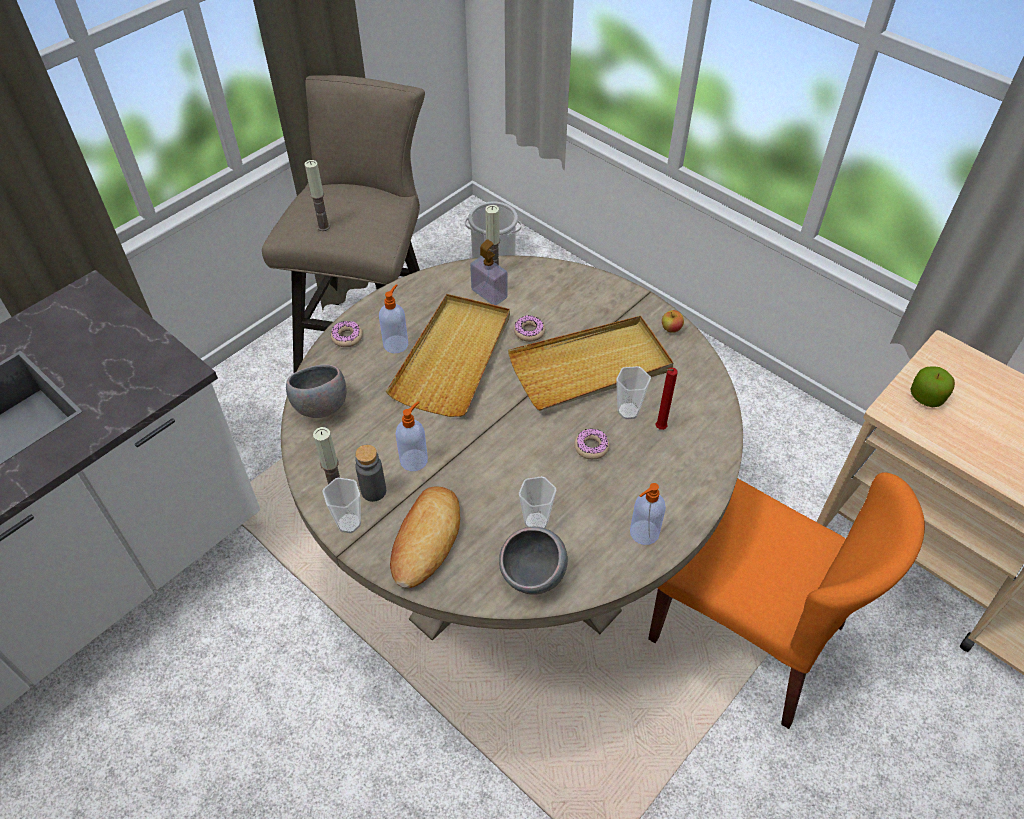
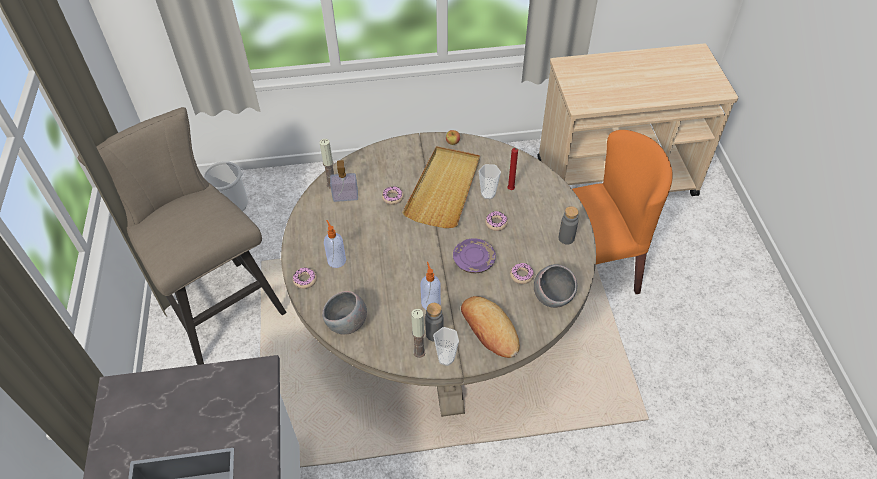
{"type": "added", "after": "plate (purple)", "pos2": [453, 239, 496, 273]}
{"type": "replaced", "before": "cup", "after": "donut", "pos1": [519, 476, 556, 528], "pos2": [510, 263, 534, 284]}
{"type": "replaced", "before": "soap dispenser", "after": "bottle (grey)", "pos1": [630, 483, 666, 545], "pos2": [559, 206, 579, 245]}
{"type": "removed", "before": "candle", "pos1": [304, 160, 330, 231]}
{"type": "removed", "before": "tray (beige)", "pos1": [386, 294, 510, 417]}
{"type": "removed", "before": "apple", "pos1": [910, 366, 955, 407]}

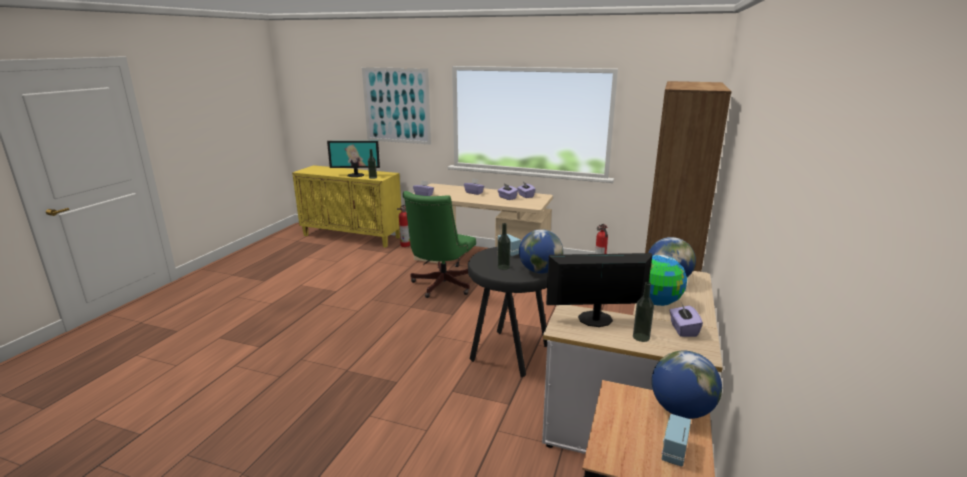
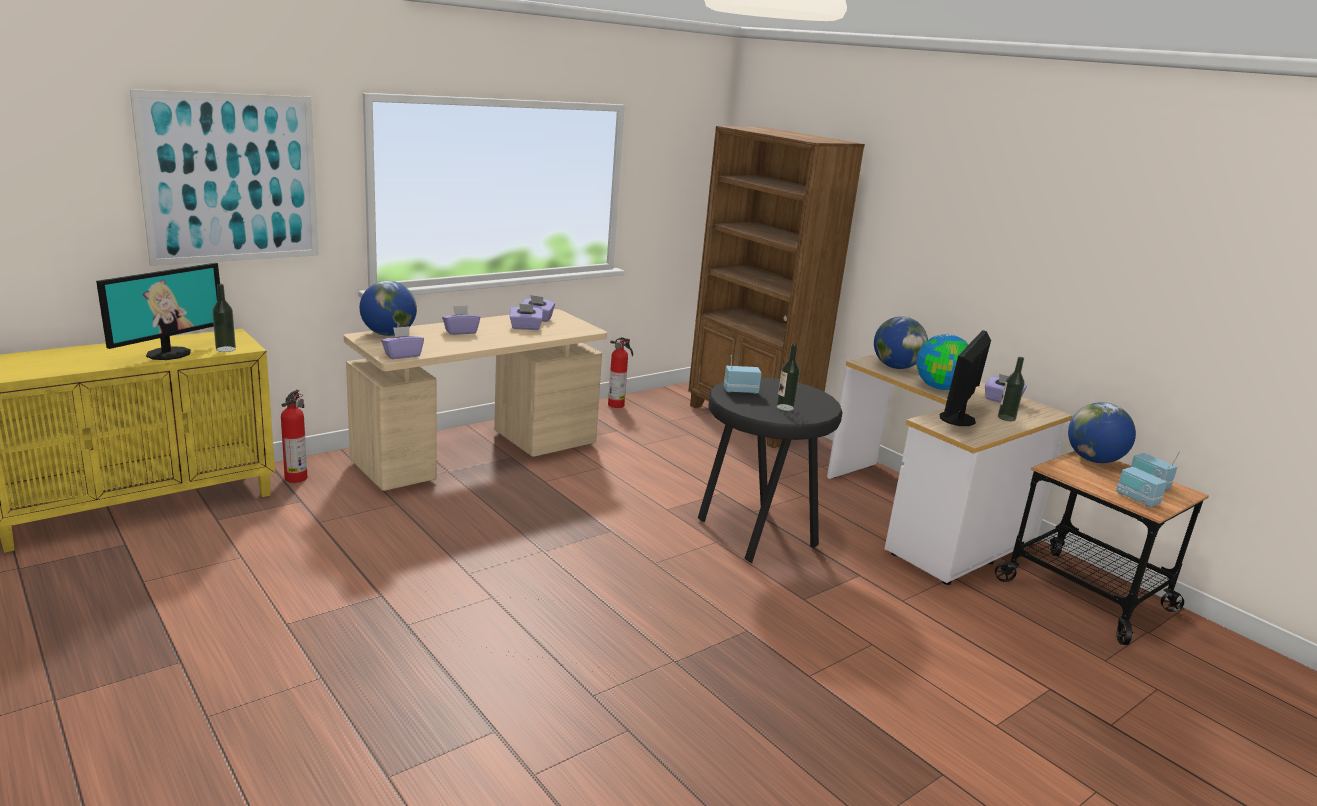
{"type": "moved", "before": "globe", "pos1": [519, 229, 563, 274], "pos2": [360, 281, 417, 336]}
{"type": "added", "after": "radio", "pos2": [1116, 466, 1170, 507]}
{"type": "removed", "before": "office chair (green)", "pos1": [403, 191, 476, 298]}

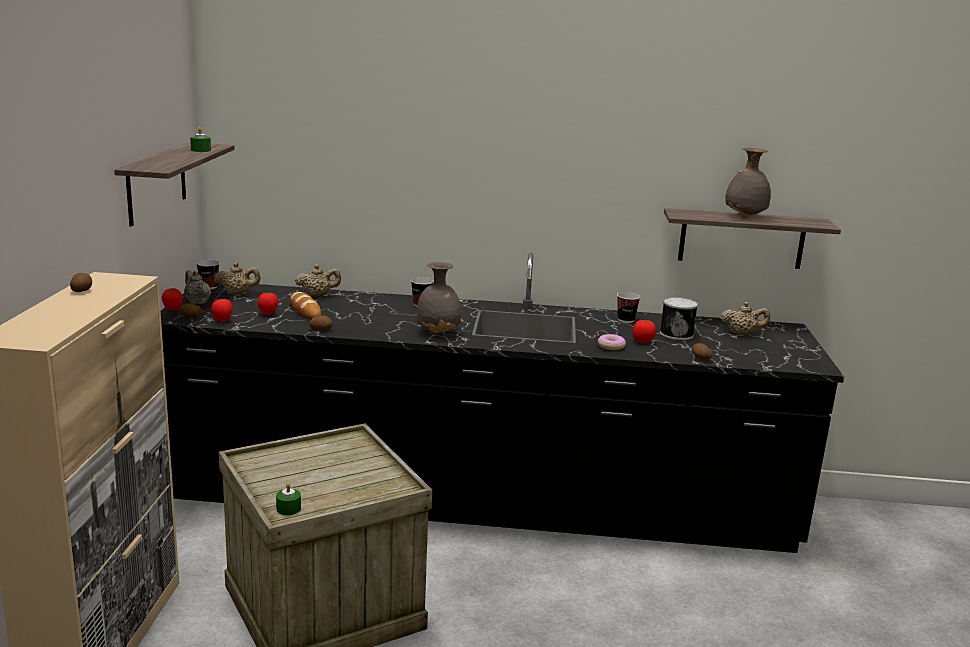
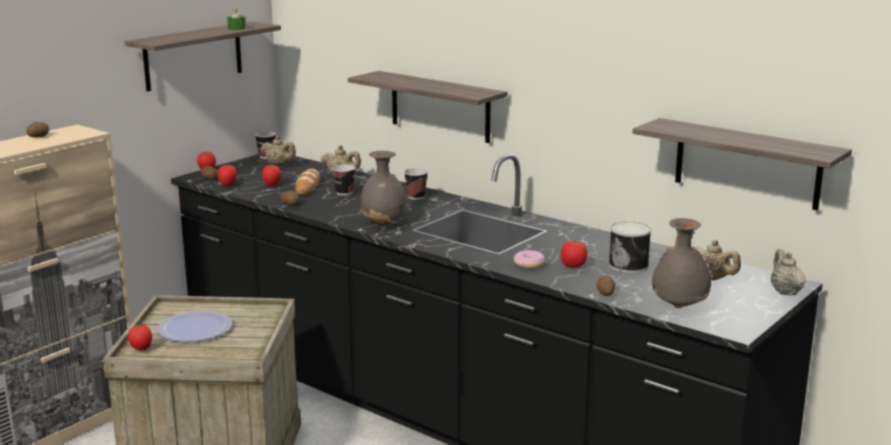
{"type": "replaced", "before": "candle (green)", "after": "tomato", "pos1": [276, 483, 301, 515], "pos2": [128, 325, 152, 351]}
{"type": "added", "after": "plate", "pos2": [157, 311, 232, 342]}
{"type": "moved", "before": "cup", "pos1": [617, 292, 641, 323], "pos2": [332, 165, 356, 196]}
{"type": "added", "after": "shelf", "pos2": [348, 71, 507, 143]}
{"type": "moved", "before": "vase (grey)", "pos1": [726, 148, 771, 218], "pos2": [652, 218, 712, 308]}
{"type": "moved", "before": "teapot (beige)", "pos1": [184, 270, 211, 304], "pos2": [771, 249, 806, 296]}

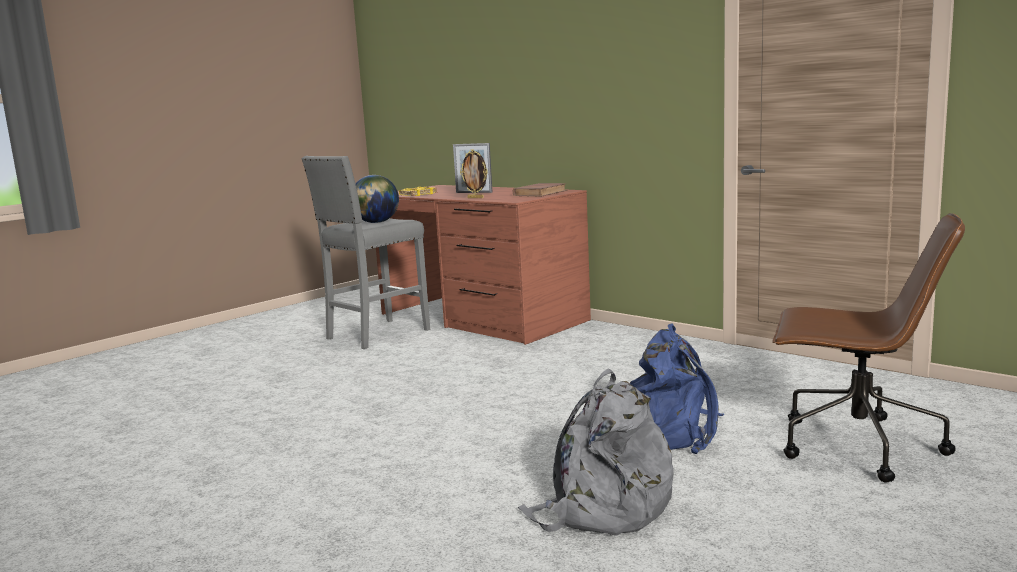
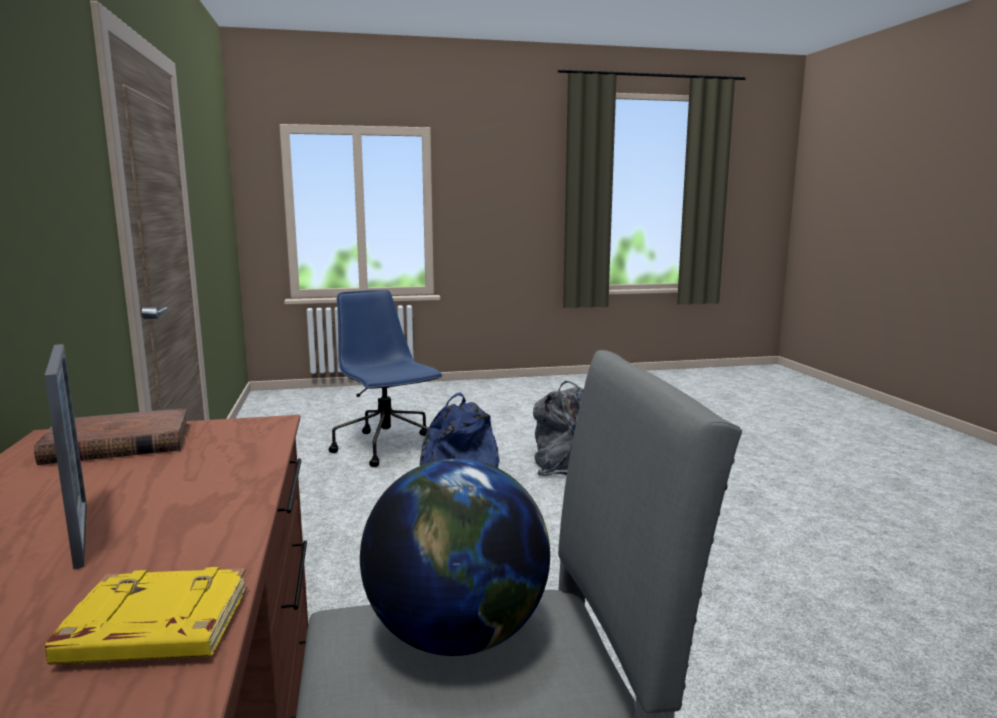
{"type": "recoloured", "before": "office chair (brown)", "after": "office chair (blue)", "pos1": [773, 213, 965, 483], "pos2": [328, 290, 443, 467]}
{"type": "removed", "before": "picture frame", "pos1": [460, 149, 488, 198]}

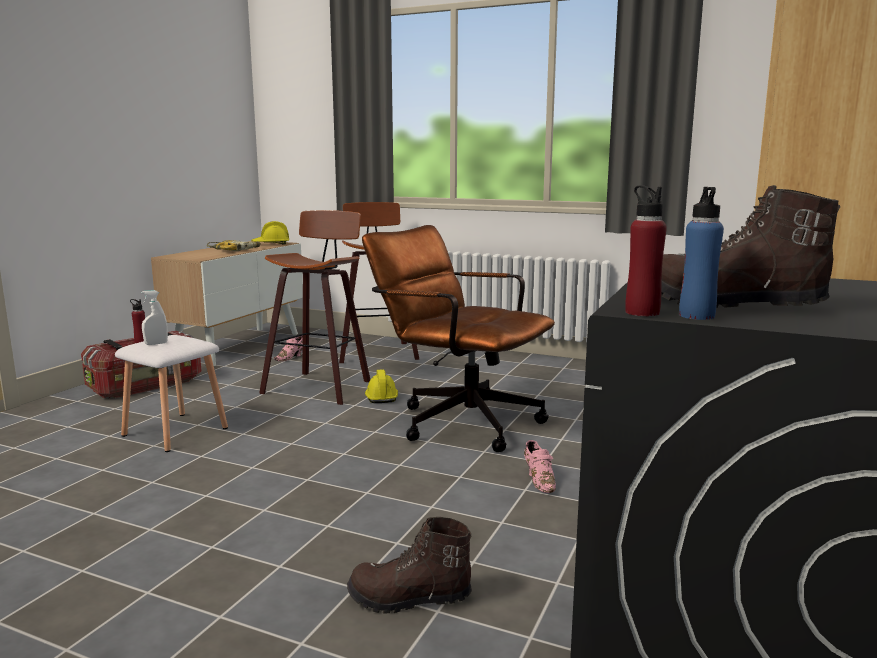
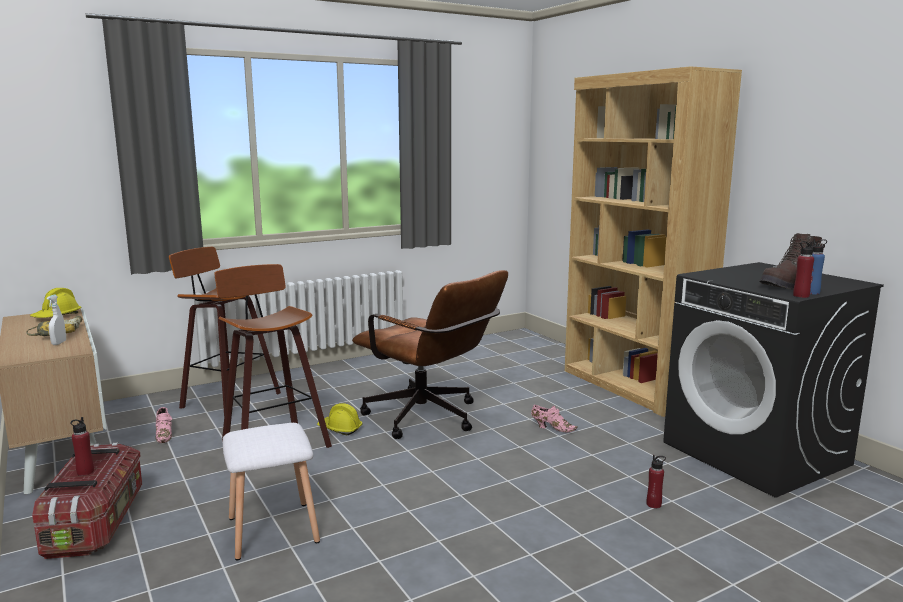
{"type": "moved", "before": "spray bottle (white)", "pos1": [141, 290, 168, 345], "pos2": [47, 295, 66, 345]}
{"type": "turned", "before": "office chair (brown)", "pos1": [362, 225, 555, 452], "pos2": [352, 270, 508, 439], "turn": -120}
{"type": "replaced", "before": "boot (brown)", "after": "bottle (red)", "pos1": [347, 517, 472, 614], "pos2": [647, 455, 666, 509]}

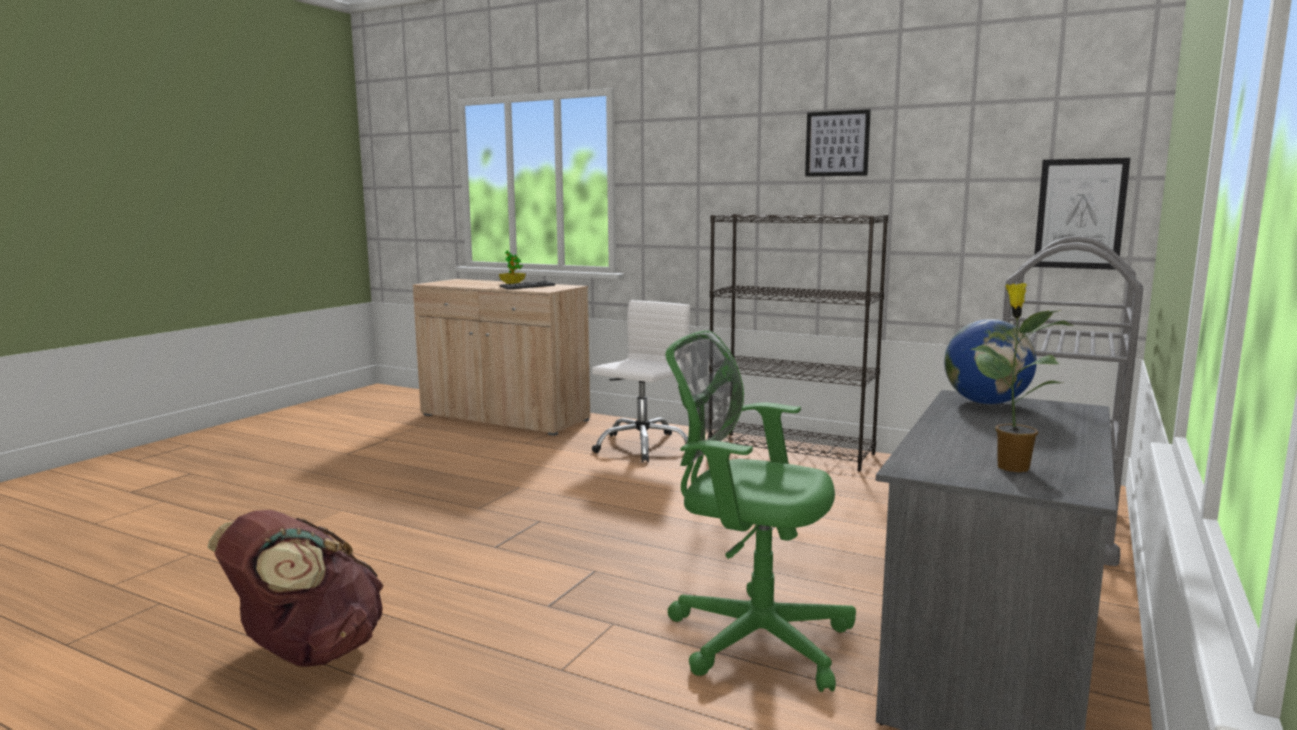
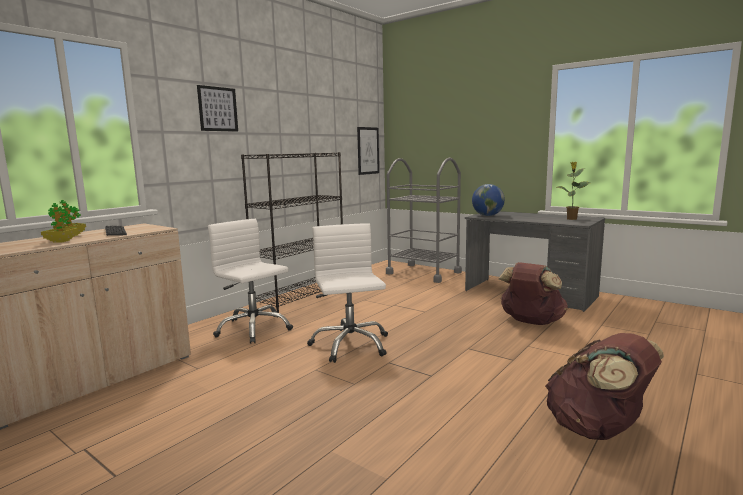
{"type": "added", "after": "potted plant", "pos2": [41, 203, 78, 243]}
{"type": "moved", "before": "picture", "pos1": [805, 109, 871, 177], "pos2": [197, 85, 238, 132]}
{"type": "added", "after": "office chair (white)", "pos2": [307, 223, 388, 363]}
{"type": "replaced", "before": "office chair (green)", "after": "backpack (brown)", "pos1": [666, 330, 856, 692], "pos2": [498, 262, 568, 325]}

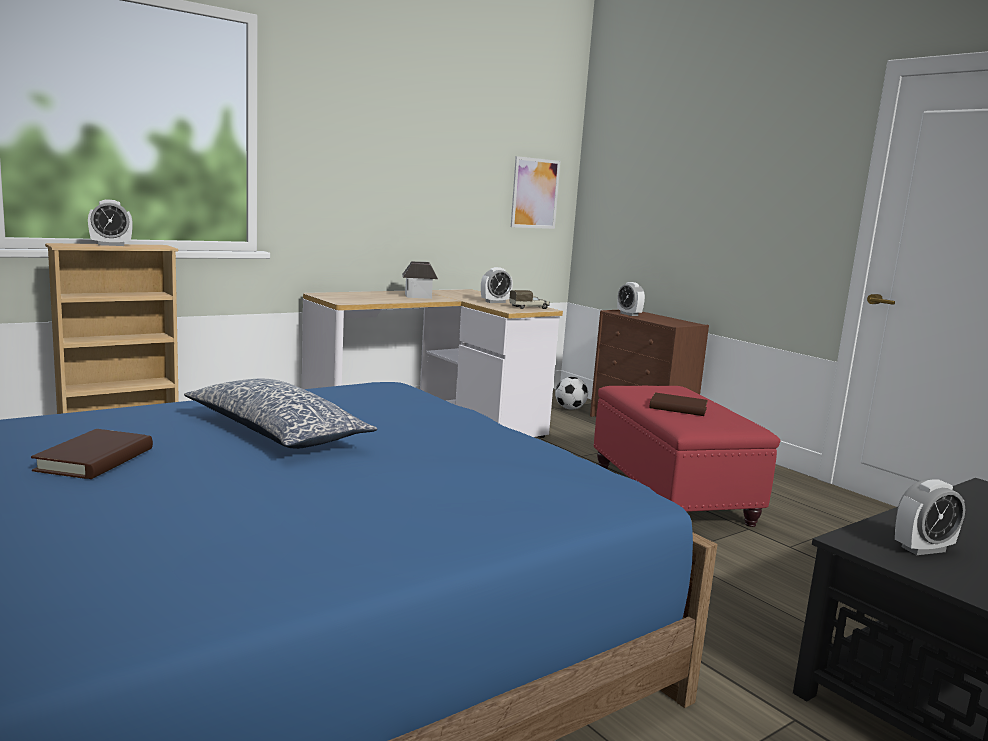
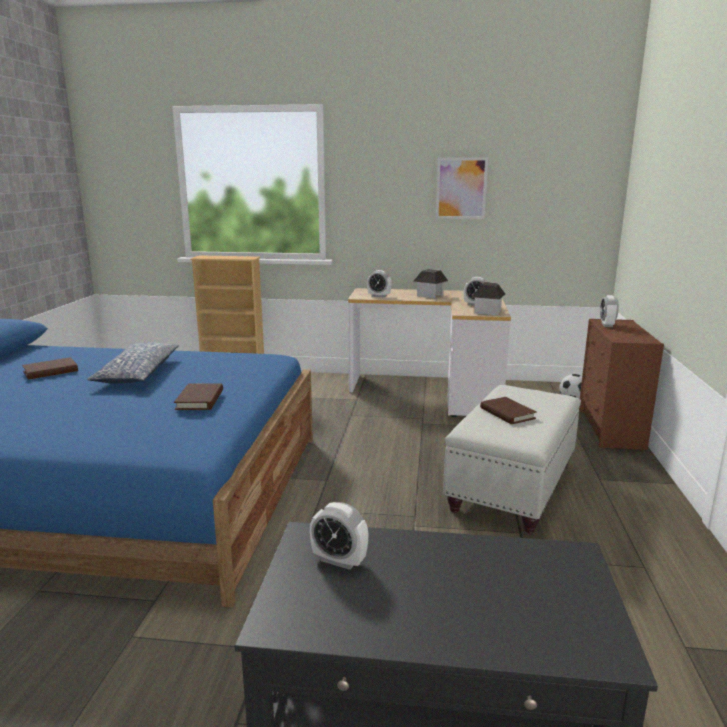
{"type": "added", "after": "book (brown)", "pos2": [174, 383, 223, 410]}
{"type": "moved", "before": "alarm clock", "pos1": [88, 200, 133, 246], "pos2": [367, 270, 392, 298]}
{"type": "moved", "before": "picture", "pos1": [511, 156, 560, 229], "pos2": [436, 157, 488, 219]}
{"type": "recoloured", "before": "ottoman (red)", "after": "ottoman (white)", "pos1": [594, 386, 781, 527], "pos2": [443, 385, 581, 533]}
{"type": "replaced", "before": "toy truck", "after": "toy house", "pos1": [509, 290, 550, 309], "pos2": [472, 282, 505, 315]}

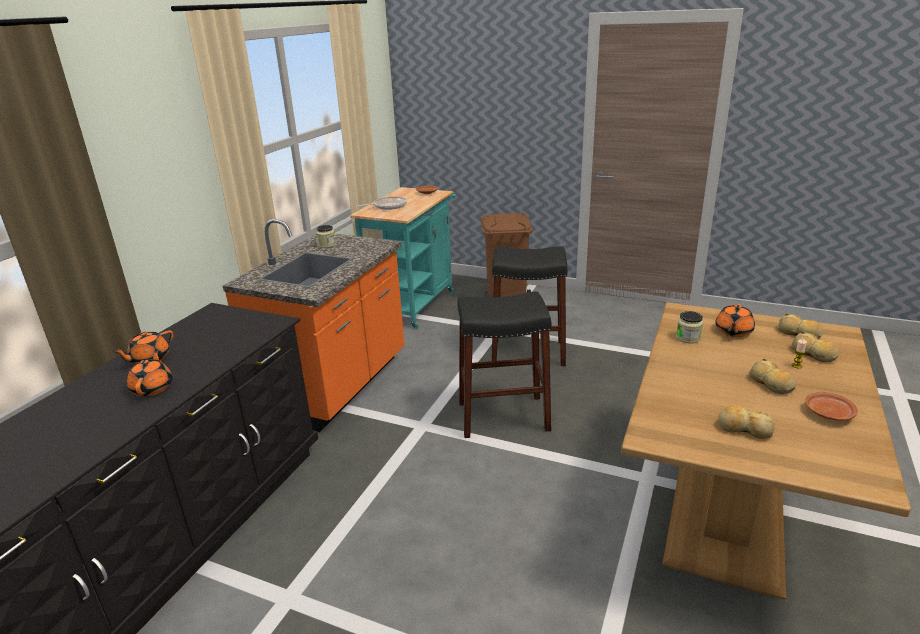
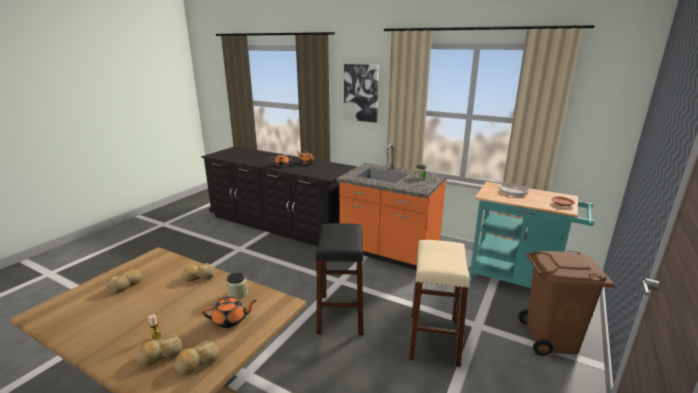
{"type": "moved", "before": "bread", "pos1": [749, 359, 796, 394], "pos2": [181, 263, 215, 282]}
{"type": "turned", "before": "teapot (orange)", "pos1": [715, 304, 755, 337], "pos2": [202, 297, 257, 329], "turn": 135}
{"type": "added", "after": "picture", "pos2": [344, 64, 379, 123]}
{"type": "recoloured", "before": "stool (black)", "after": "stool (beige)", "pos1": [492, 246, 567, 366], "pos2": [409, 240, 470, 367]}
{"type": "removed", "before": "plate (brown)", "pos1": [805, 392, 858, 421]}

